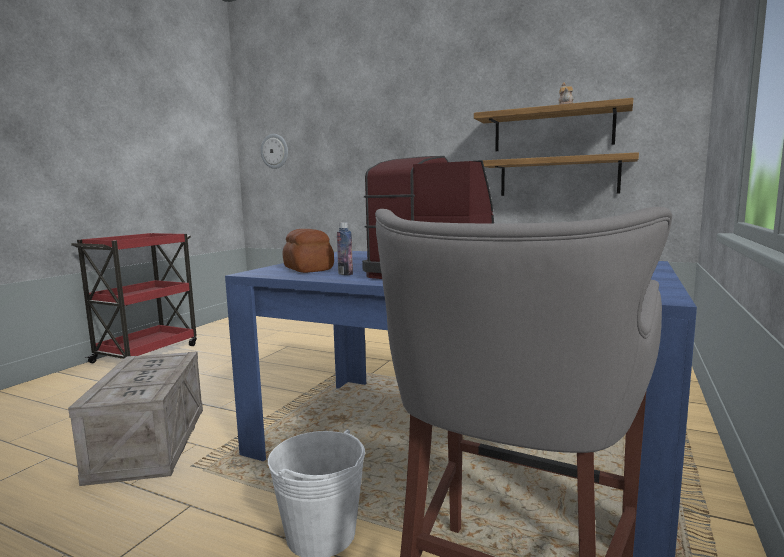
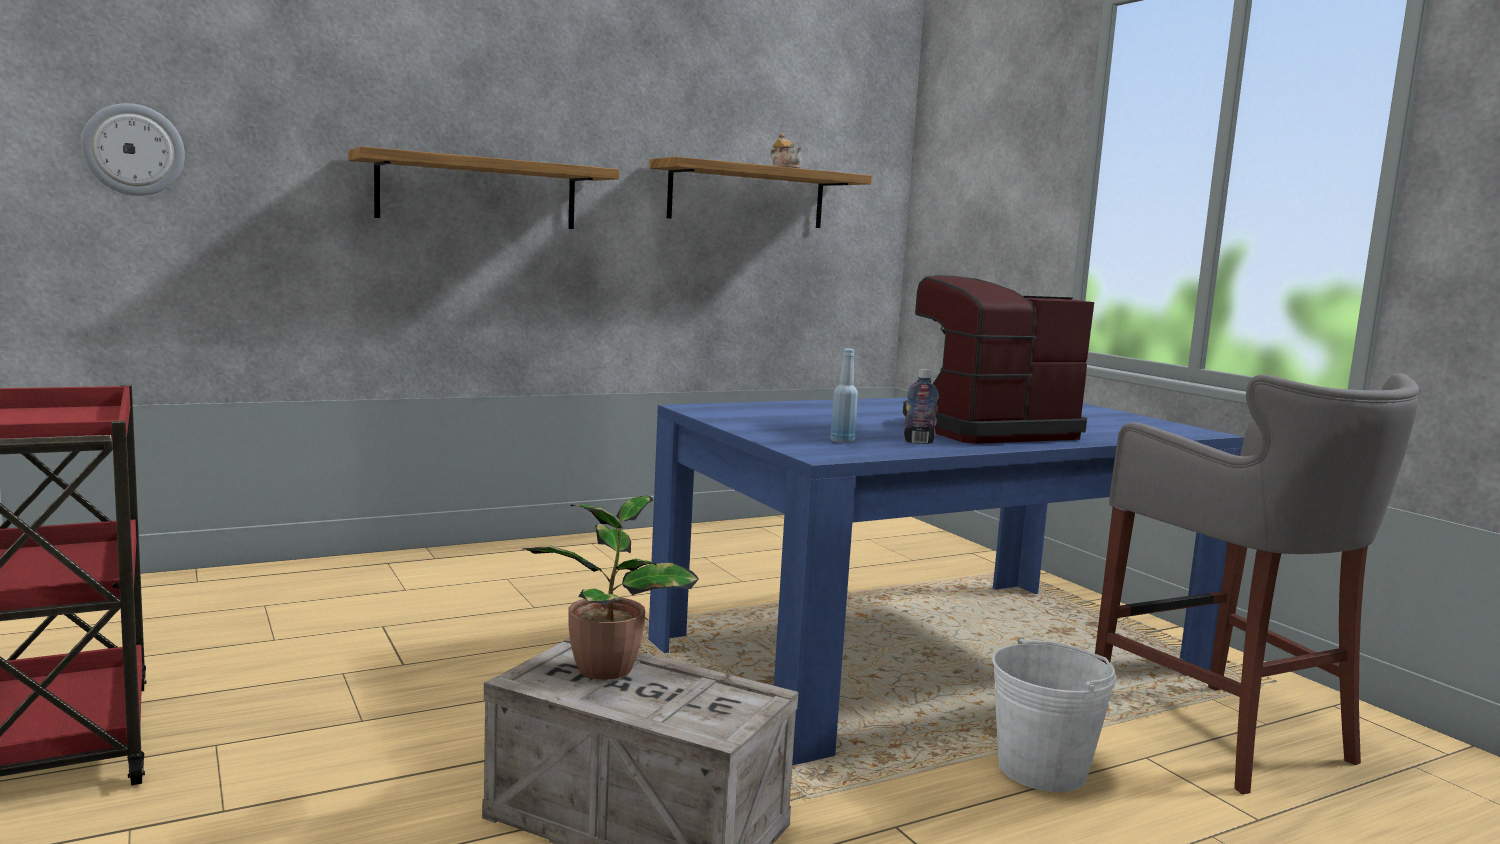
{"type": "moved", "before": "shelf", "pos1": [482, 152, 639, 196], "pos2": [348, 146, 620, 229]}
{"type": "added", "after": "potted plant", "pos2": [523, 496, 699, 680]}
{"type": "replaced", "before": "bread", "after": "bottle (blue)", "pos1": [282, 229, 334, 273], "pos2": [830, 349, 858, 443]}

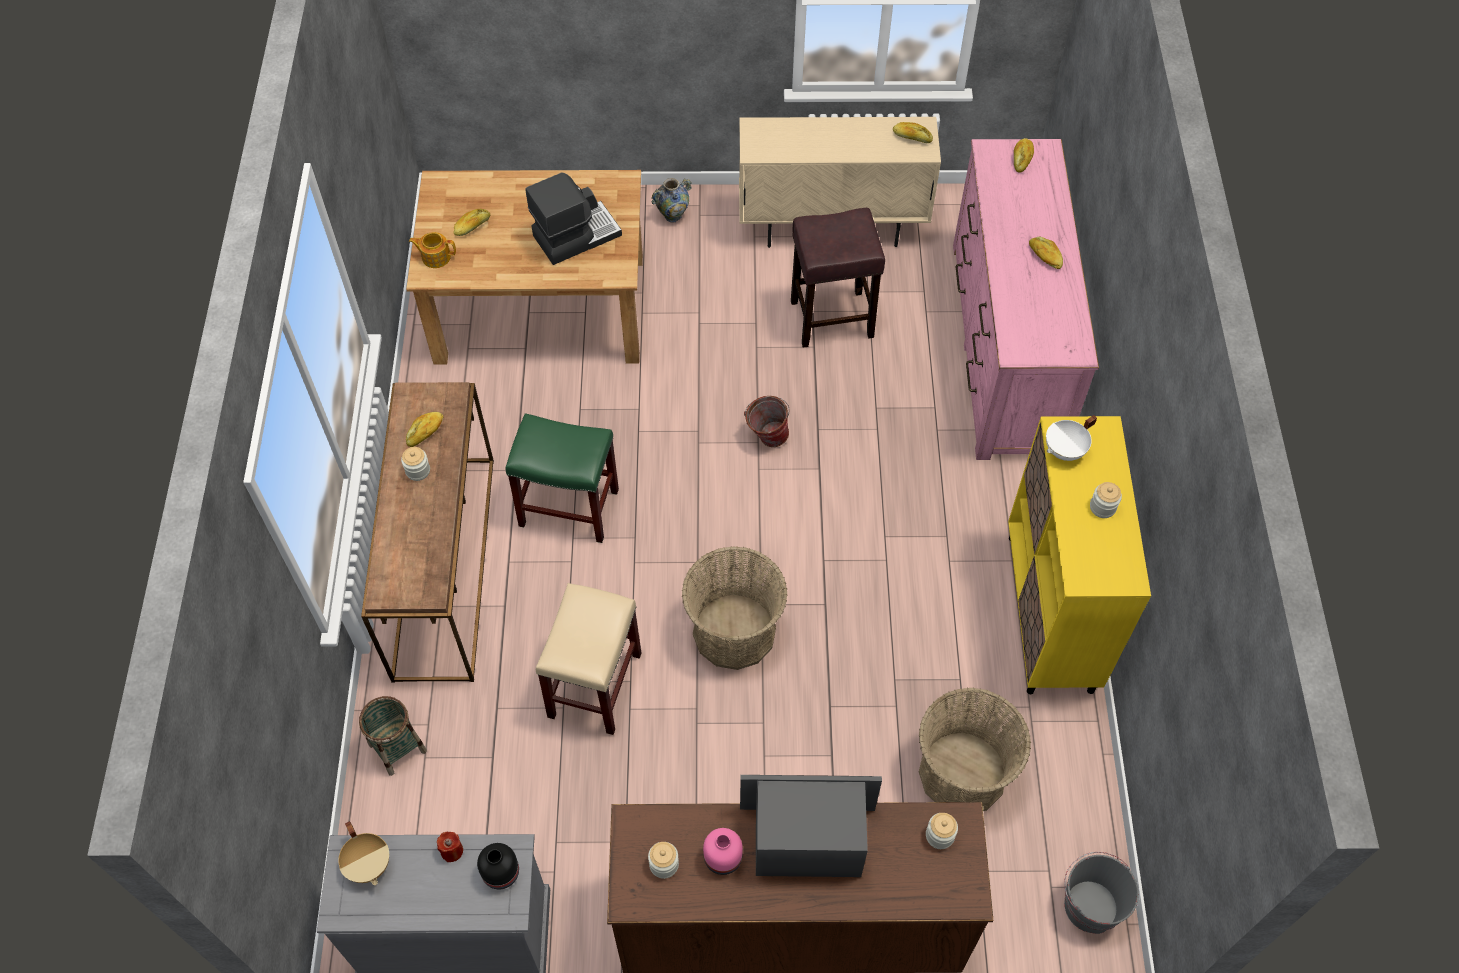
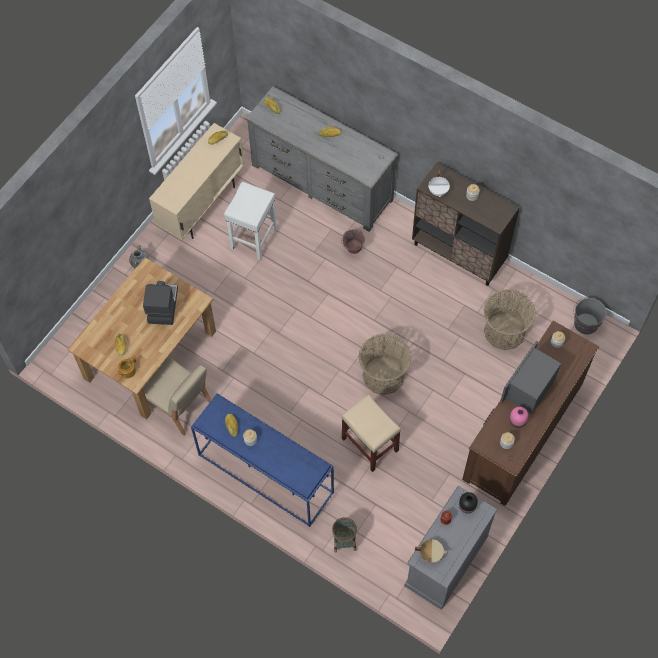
{"type": "added", "after": "chair (beige)", "pos2": [143, 358, 211, 436]}
{"type": "recoloured", "before": "console table (brown)", "after": "console table (blue)", "pos1": [361, 382, 494, 682], "pos2": [191, 393, 334, 527]}
{"type": "recoloured", "before": "stool (brown)", "after": "stool (white)", "pos1": [791, 208, 885, 348], "pos2": [224, 182, 277, 260]}
{"type": "recoloured", "before": "dresser (pink)", "after": "dresser (grey)", "pos1": [953, 139, 1099, 460], "pos2": [246, 86, 398, 232]}
{"type": "moved", "before": "bucket", "pos1": [744, 396, 790, 447], "pos2": [341, 229, 365, 254]}
{"type": "recoloured", "before": "cabinet (yellow)", "after": "cabinet (brown)", "pos1": [1008, 416, 1151, 694], "pos2": [412, 162, 520, 286]}
{"type": "removed", "before": "stool (green)", "pos1": [505, 413, 619, 543]}

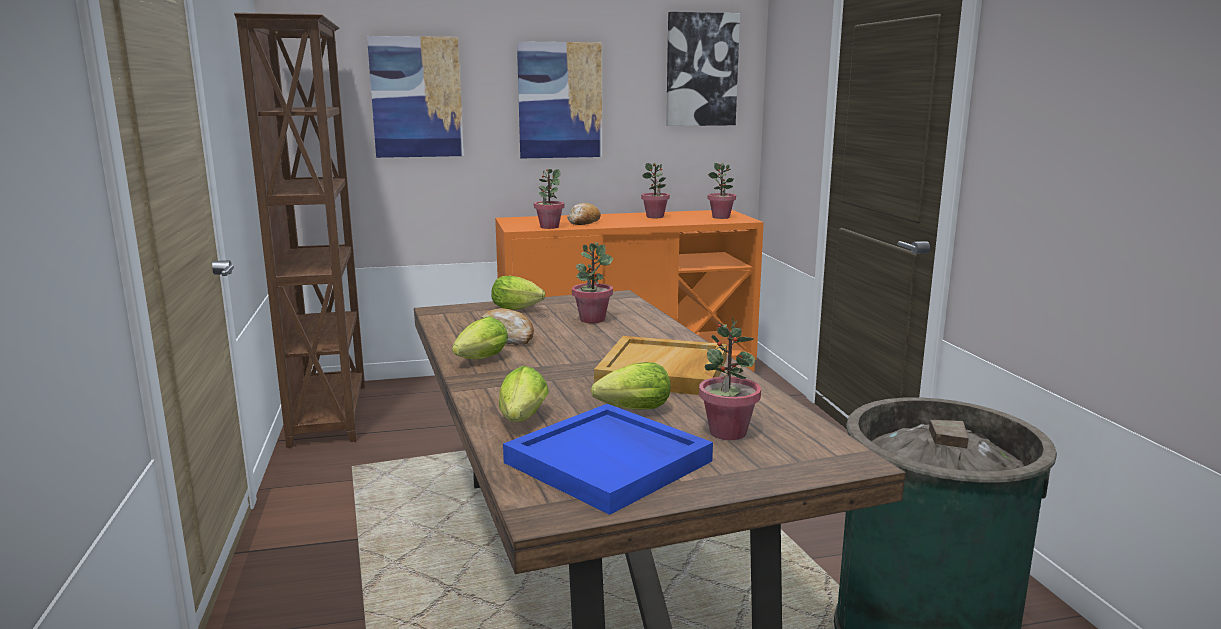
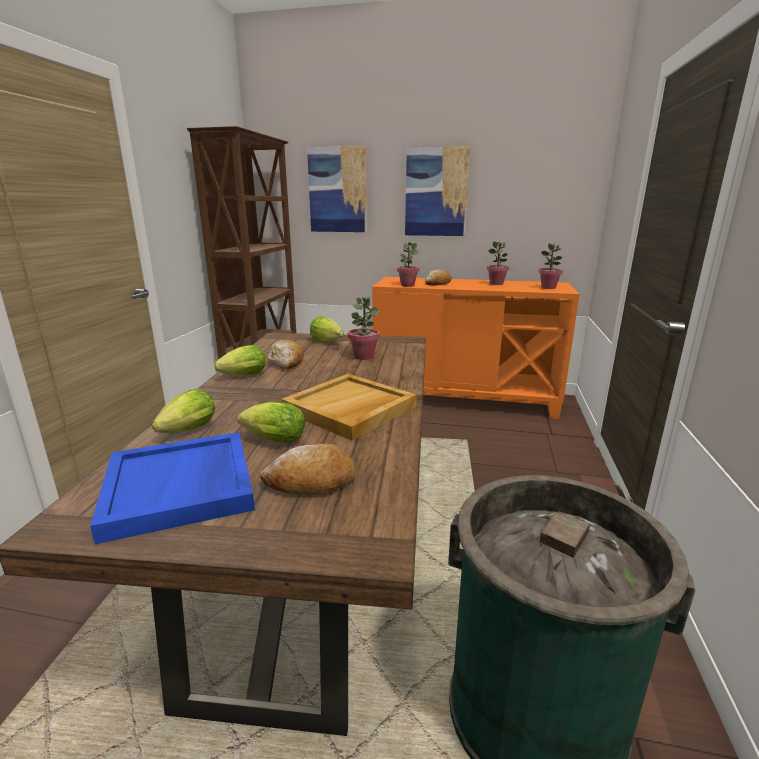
{"type": "replaced", "before": "potted plant", "after": "bread", "pos1": [699, 317, 761, 440], "pos2": [260, 444, 356, 494]}
{"type": "removed", "before": "picture", "pos1": [666, 12, 740, 126]}

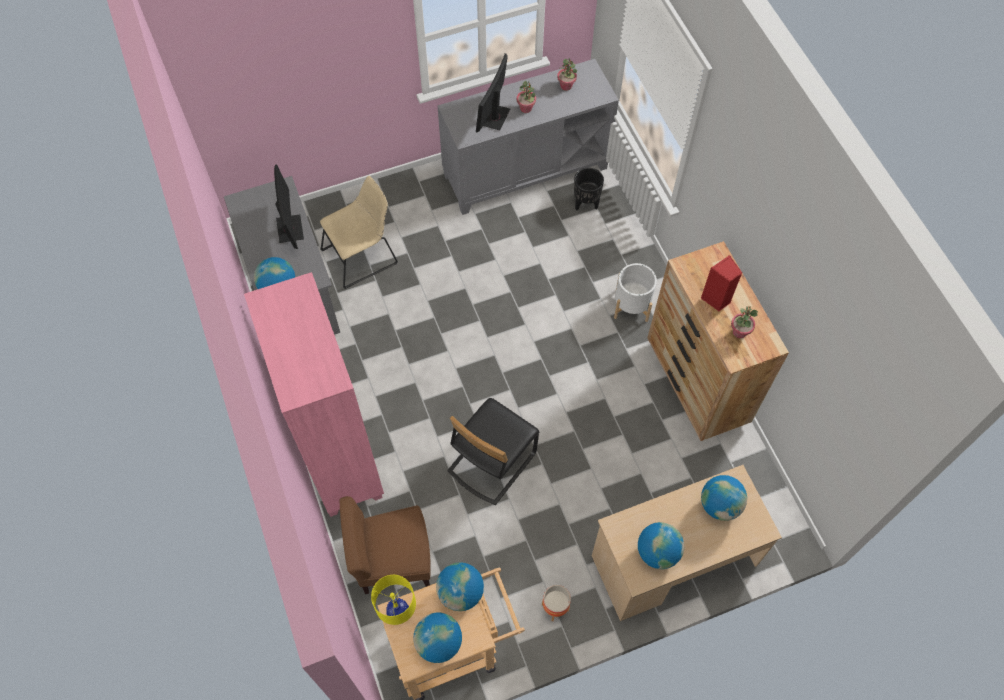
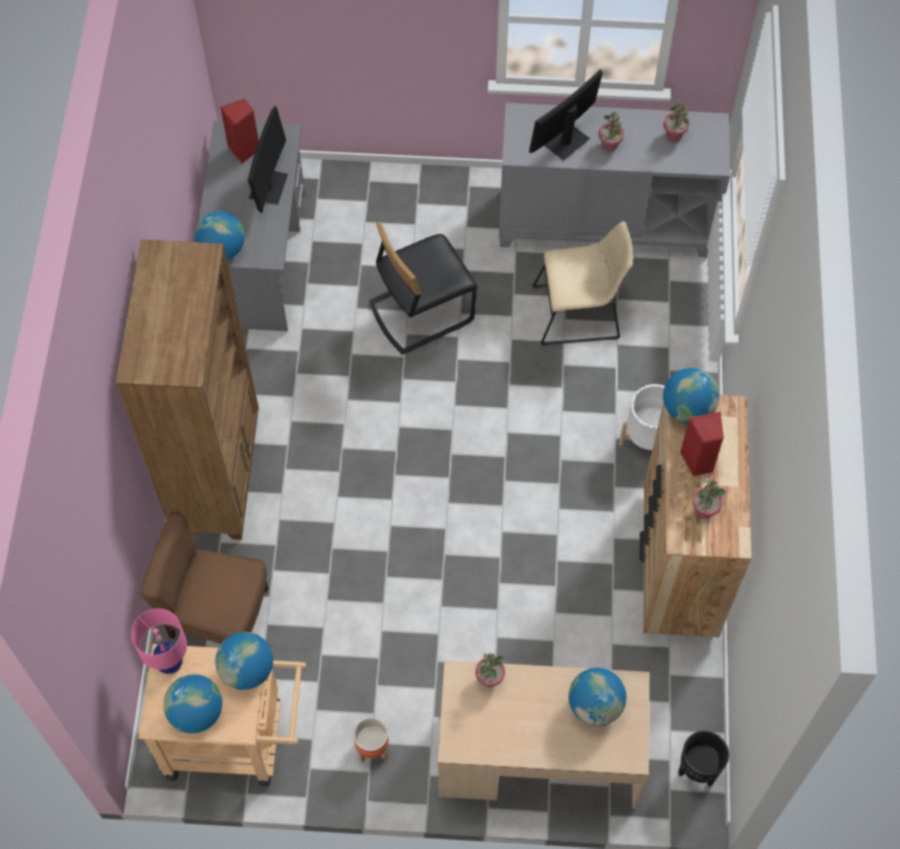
{"type": "recoloured", "before": "bookcase (pink)", "after": "bookcase (brown)", "pos1": [244, 272, 384, 517], "pos2": [116, 239, 259, 540]}
{"type": "recoloured", "before": "table lamp (yellow)", "after": "table lamp (pink)", "pos1": [371, 575, 416, 625], "pos2": [131, 609, 187, 675]}
{"type": "added", "after": "speaker (red)", "pos2": [221, 99, 259, 164]}
{"type": "moved", "before": "chair (black)", "pos1": [447, 398, 539, 505], "pos2": [369, 221, 478, 355]}
{"type": "added", "after": "potted plant", "pos2": [475, 653, 505, 687]}
{"type": "moved", "before": "chair (beige)", "pos1": [320, 176, 398, 289], "pos2": [532, 221, 633, 346]}
{"type": "moved", "before": "globe", "pos1": [638, 522, 684, 569], "pos2": [663, 368, 720, 424]}
{"type": "moved", "before": "planter (black)", "pos1": [574, 168, 604, 210], "pos2": [678, 731, 729, 787]}

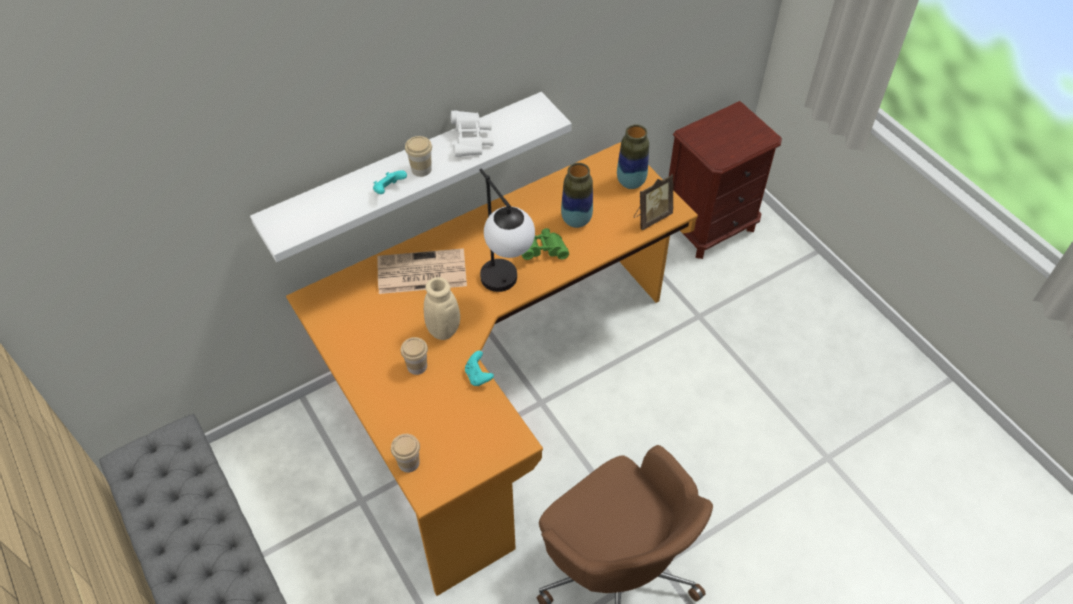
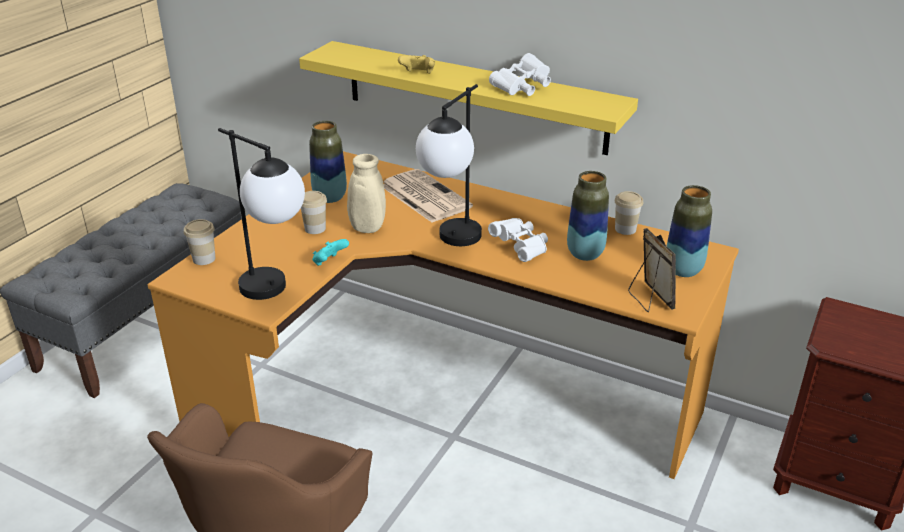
{"type": "added", "after": "table lamp", "pos2": [218, 128, 305, 300]}
{"type": "recoloured", "before": "shelf (white)", "after": "shelf (yellow)", "pos1": [250, 92, 572, 262], "pos2": [299, 41, 638, 155]}
{"type": "added", "after": "vase", "pos2": [309, 121, 347, 203]}
{"type": "recoloured", "before": "game controller (turquoise)", "after": "game controller (yellow)", "pos1": [373, 170, 407, 194], "pos2": [398, 55, 435, 74]}
{"type": "recoloured", "before": "binoculars (green)", "after": "binoculars (white)", "pos1": [522, 228, 569, 260], "pos2": [488, 218, 548, 262]}
{"type": "moved", "before": "cup", "pos1": [405, 136, 432, 177], "pos2": [615, 191, 643, 235]}
{"type": "turned", "before": "picture frame", "pos1": [634, 174, 674, 230], "pos2": [628, 228, 676, 312], "turn": -135}

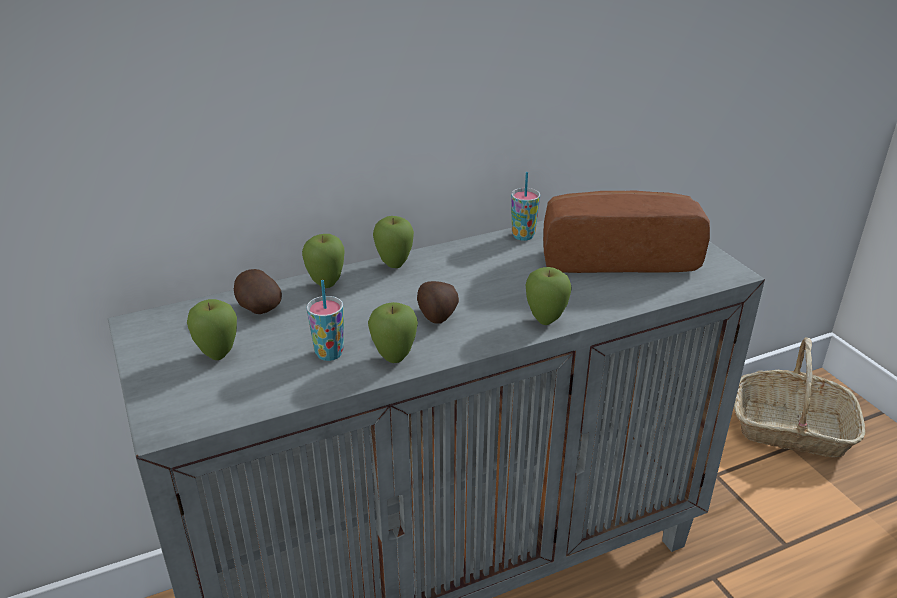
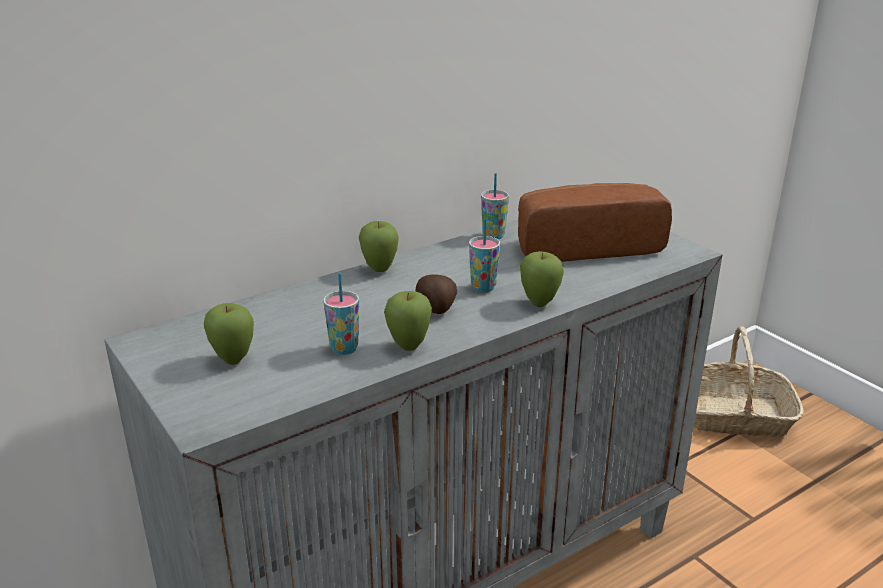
{"type": "added", "after": "cup", "pos2": [469, 218, 500, 293]}
{"type": "removed", "before": "potato", "pos1": [234, 269, 282, 314]}
{"type": "removed", "before": "apple", "pos1": [302, 234, 344, 288]}

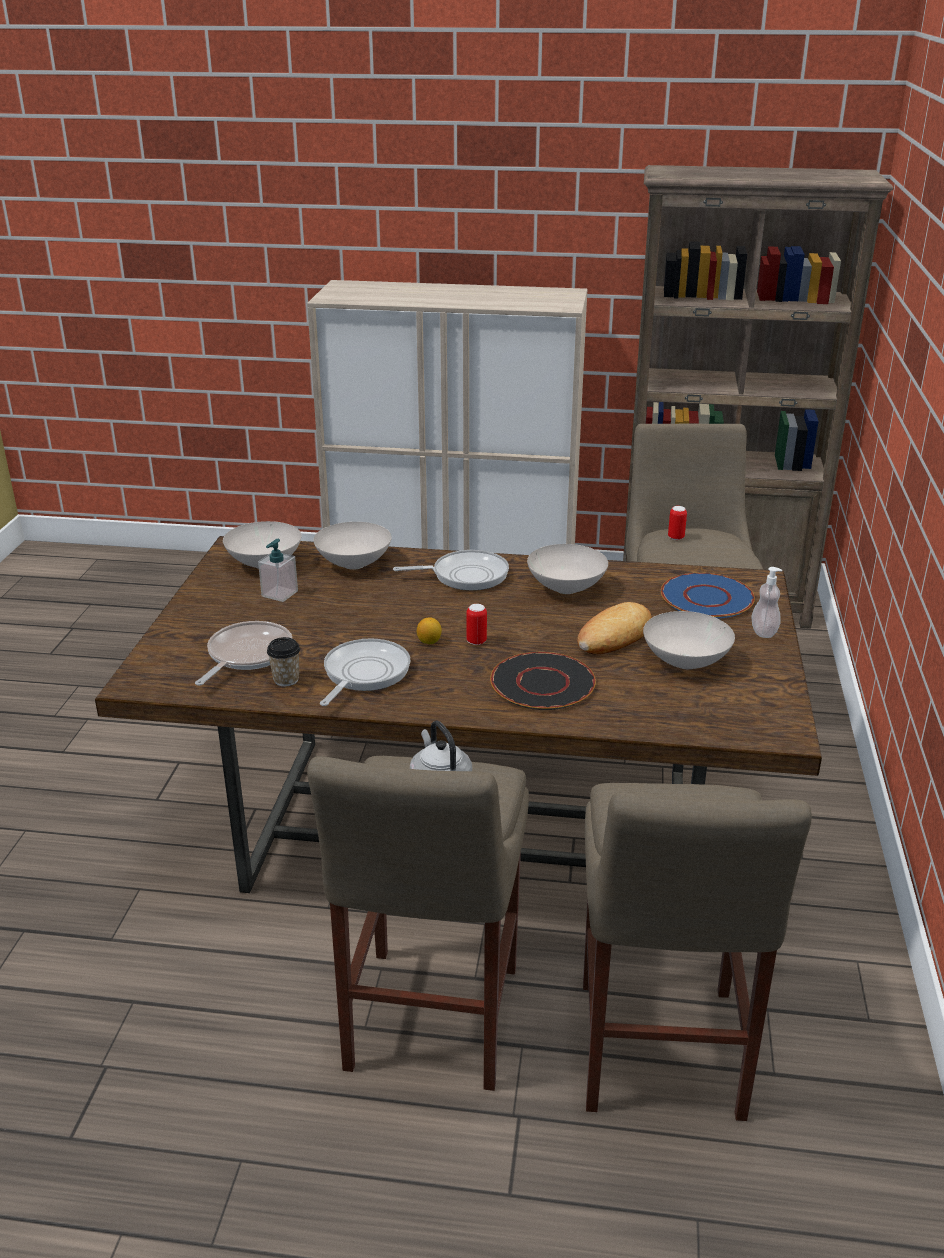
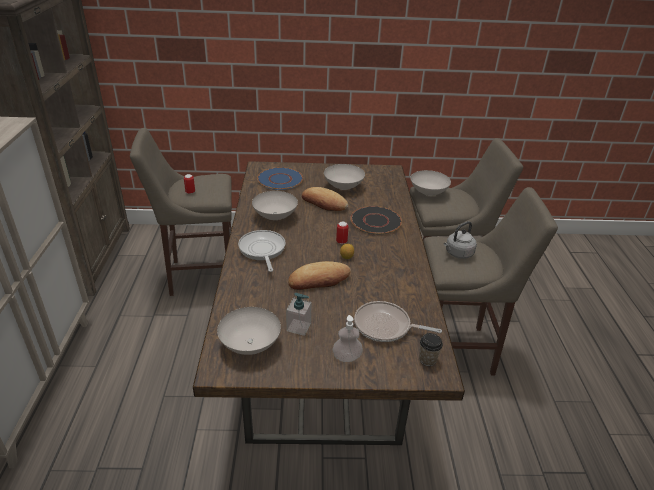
{"type": "added", "after": "bread", "pos2": [288, 261, 351, 290]}
{"type": "moved", "before": "soap dispenser", "pos1": [751, 567, 782, 638], "pos2": [333, 315, 363, 362]}
{"type": "moved", "before": "bowl (white)", "pos1": [313, 522, 392, 570], "pos2": [410, 170, 451, 196]}
{"type": "moved", "before": "cup", "pos1": [267, 637, 300, 686], "pos2": [419, 333, 443, 366]}
{"type": "removed", "before": "frying pan", "pos1": [320, 639, 410, 706]}

